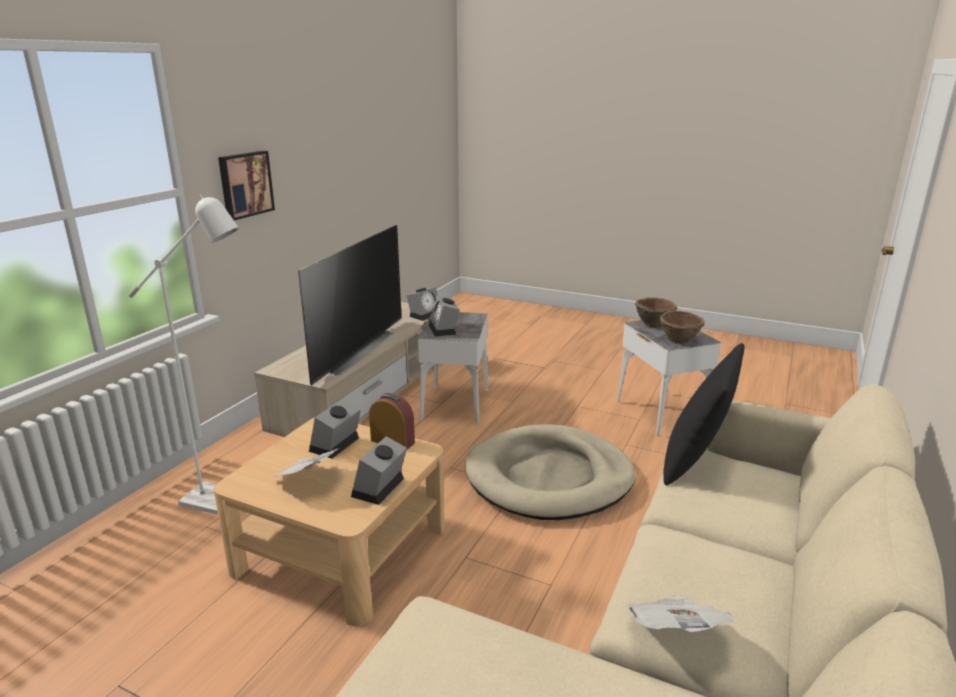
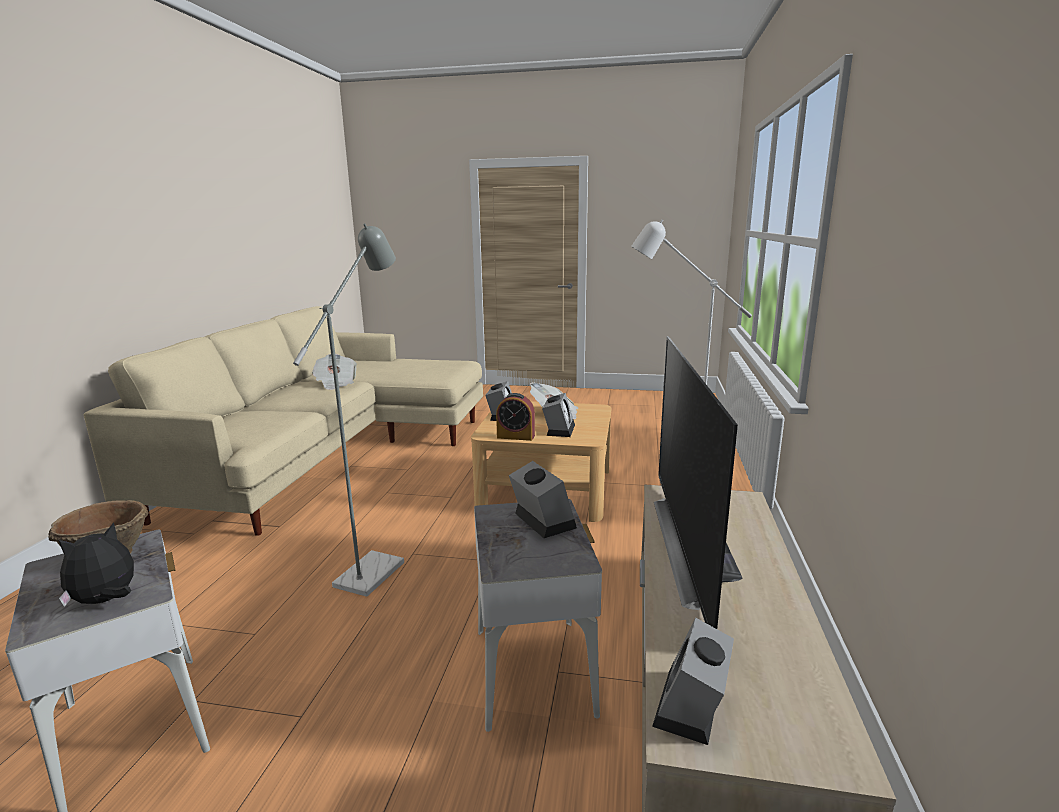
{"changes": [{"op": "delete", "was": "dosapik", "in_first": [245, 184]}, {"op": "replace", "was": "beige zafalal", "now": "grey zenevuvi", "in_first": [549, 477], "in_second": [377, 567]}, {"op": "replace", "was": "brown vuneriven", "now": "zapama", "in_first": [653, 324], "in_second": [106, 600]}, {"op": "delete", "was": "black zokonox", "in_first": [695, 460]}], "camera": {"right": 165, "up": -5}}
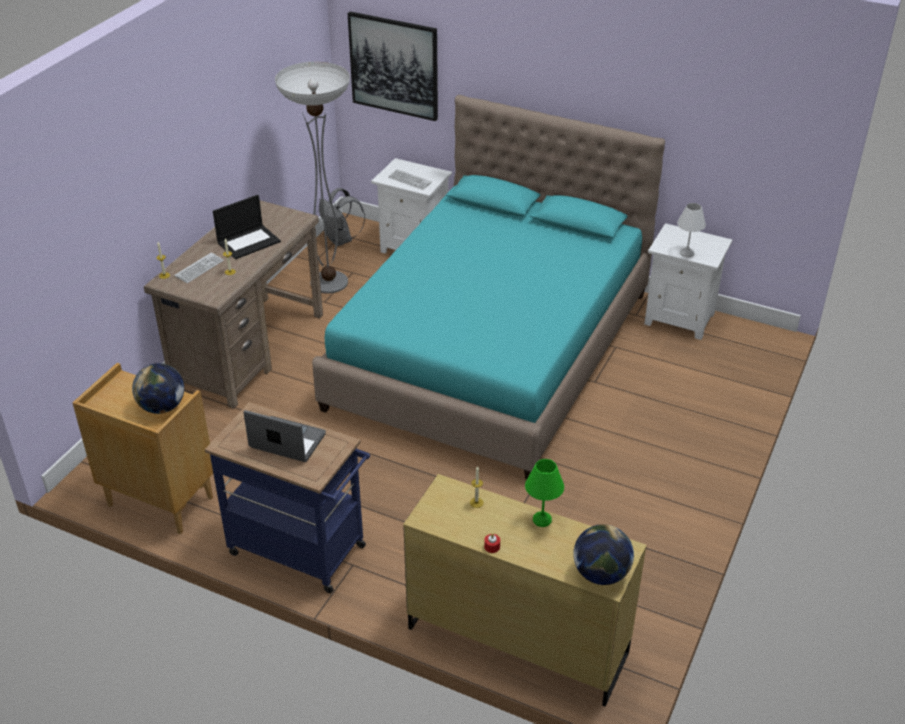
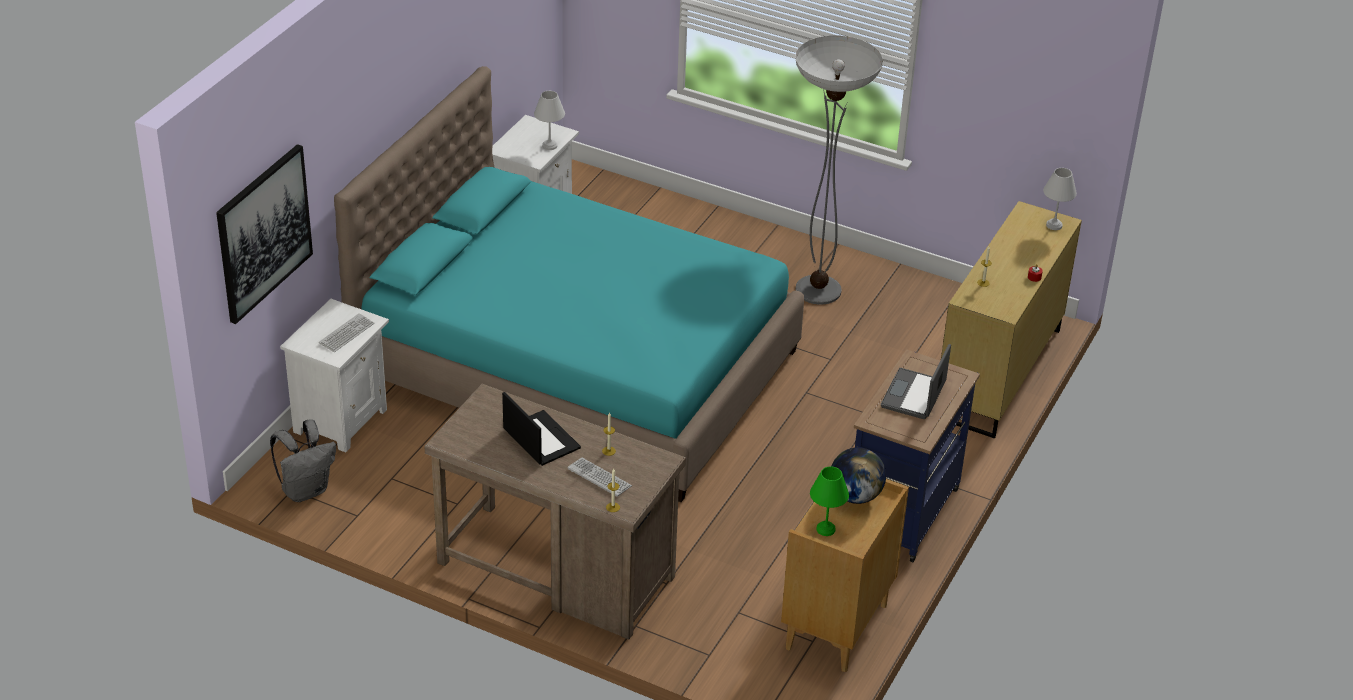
{"changes": [{"op": "move", "was": "zenevuvi", "in_first": [329, 282], "in_second": [818, 290]}, {"op": "move", "was": "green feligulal", "in_first": [541, 520], "in_second": [826, 530]}, {"op": "replace", "was": "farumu", "now": "white feligulal", "in_first": [601, 574], "in_second": [1055, 225]}], "camera": {"right": -90, "up": 0}}
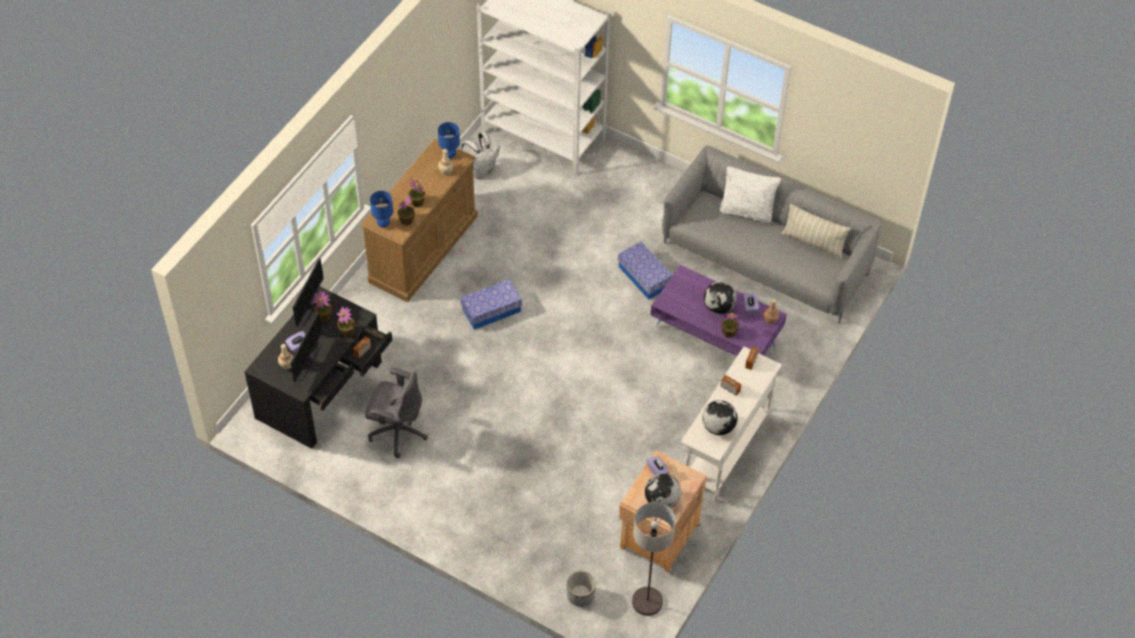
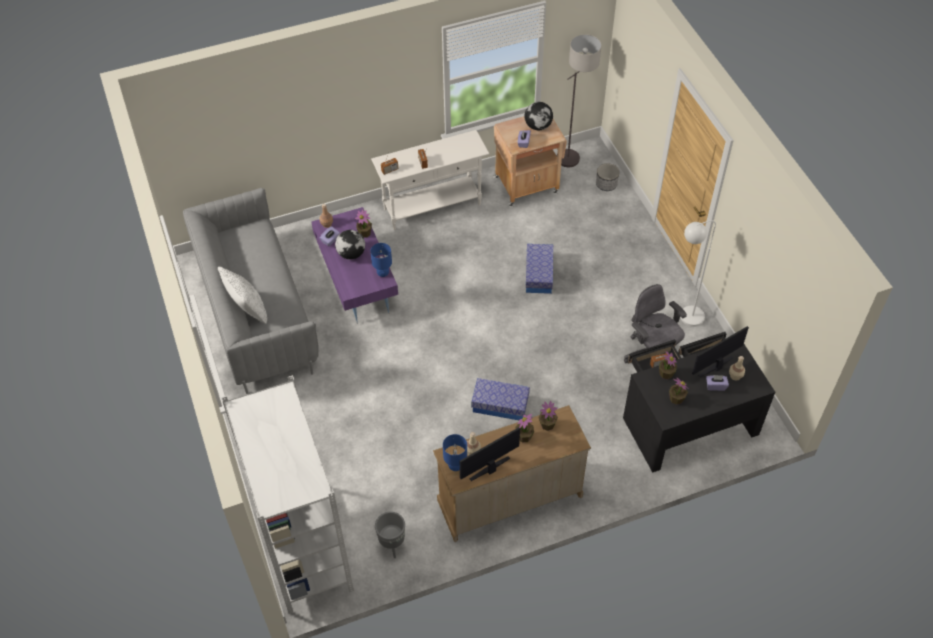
{"changes": [{"op": "move", "was": "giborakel", "in_first": [309, 308], "in_second": [490, 469]}, {"op": "move", "was": "blue feligulal", "in_first": [383, 223], "in_second": [383, 274]}, {"op": "replace", "was": "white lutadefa", "now": "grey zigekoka", "in_first": [481, 171], "in_second": [392, 545]}, {"op": "move", "was": "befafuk", "in_first": [644, 277], "in_second": [539, 274]}, {"op": "delete", "was": "farumu", "in_first": [718, 427]}, {"op": "delete", "was": "zokonox", "in_first": [813, 242]}, {"op": "insert", "now": "white zenevuvi", "in_second": [685, 319]}], "camera": {"right": -140, "up": 0}}
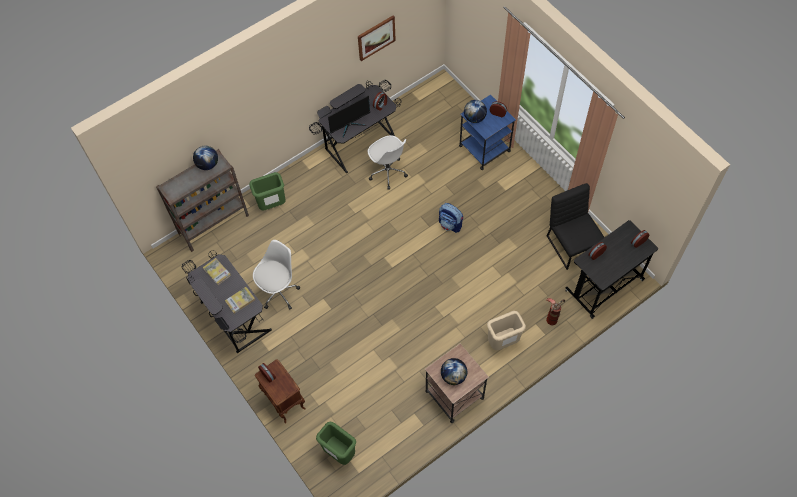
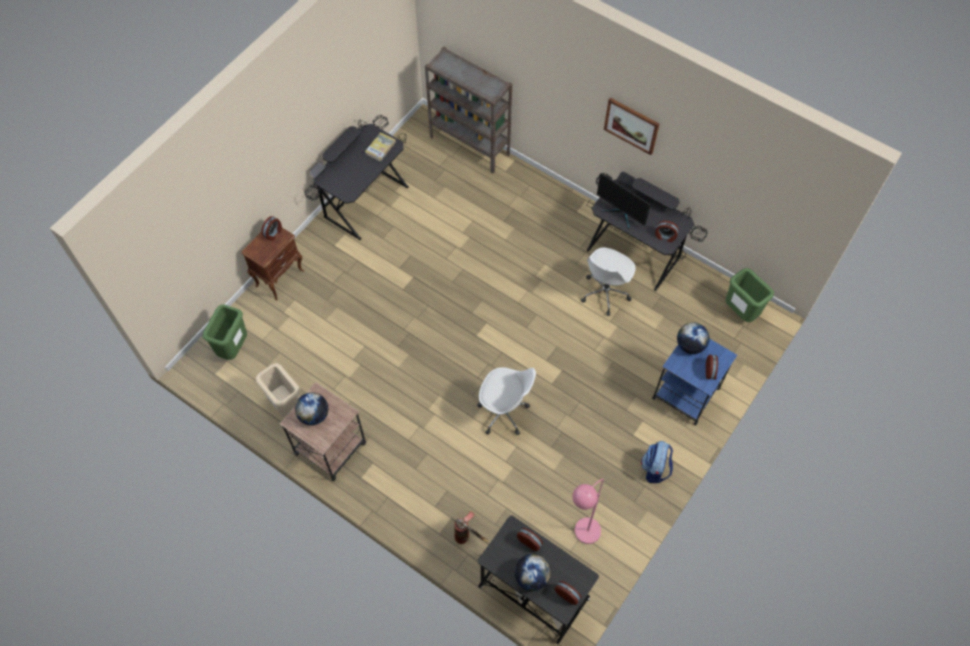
{"changes": [{"op": "move", "was": "farumu", "in_first": [208, 164], "in_second": [531, 577]}, {"op": "delete", "was": "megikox", "in_first": [240, 300]}, {"op": "move", "was": "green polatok", "in_first": [272, 205], "in_second": [739, 312]}, {"op": "move", "was": "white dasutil", "in_first": [280, 292], "in_second": [504, 414]}, {"op": "move", "was": "dosapik", "in_first": [376, 37], "in_second": [631, 125]}, {"op": "move", "was": "lutadefa", "in_first": [450, 224], "in_second": [655, 469]}, {"op": "move", "was": "beige polatok", "in_first": [503, 342], "in_second": [286, 406]}, {"op": "replace", "was": "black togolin", "now": "pink zenevuvi", "in_first": [571, 244], "in_second": [581, 536]}], "camera": {"right": 70, "up": 0}}
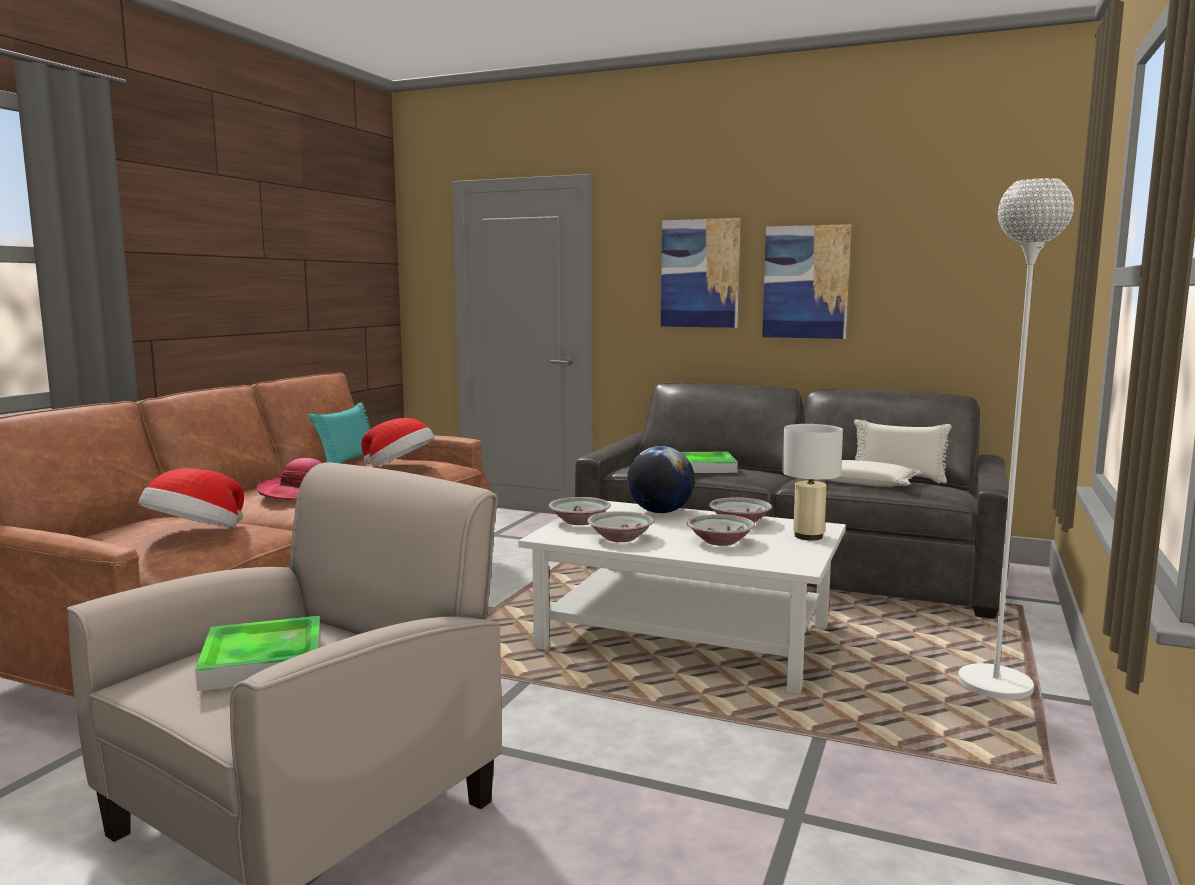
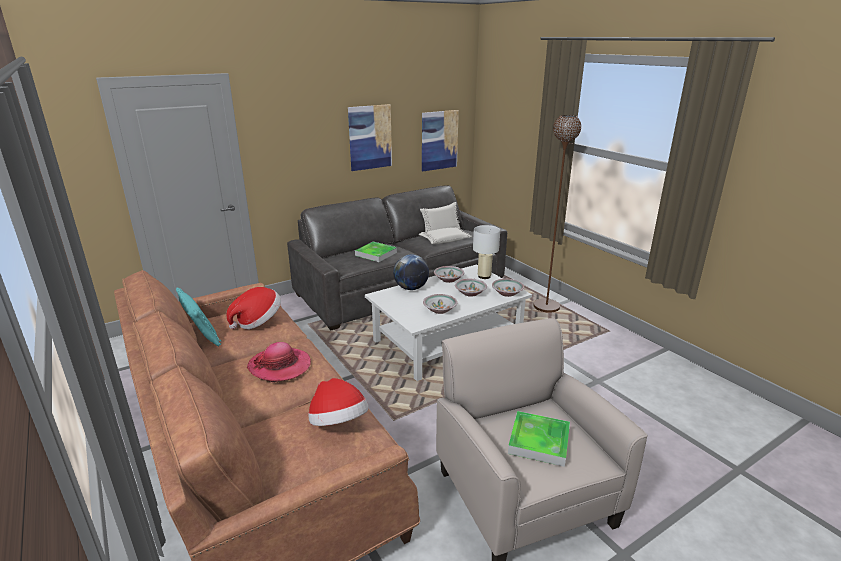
{"changes": [{"op": "move", "was": "vuneriven", "in_first": [580, 521], "in_second": [507, 293]}, {"op": "move", "was": "dosapik", "in_first": [700, 273], "in_second": [439, 140]}, {"op": "recolor", "was": "white zenevuvi", "now": "brown zenevuvi", "in_first": [996, 685], "in_second": [546, 307]}], "camera": {"right": -55, "up": 15}}
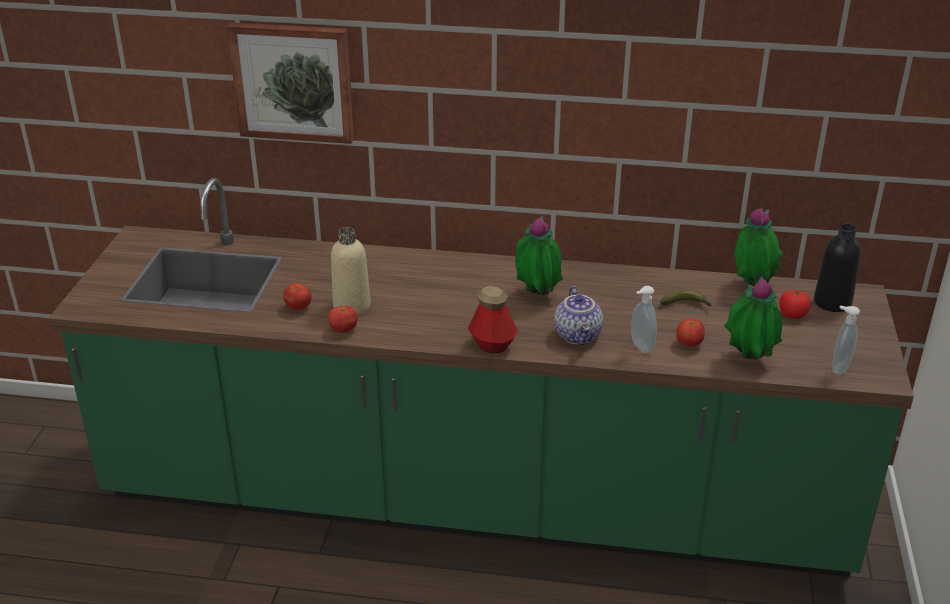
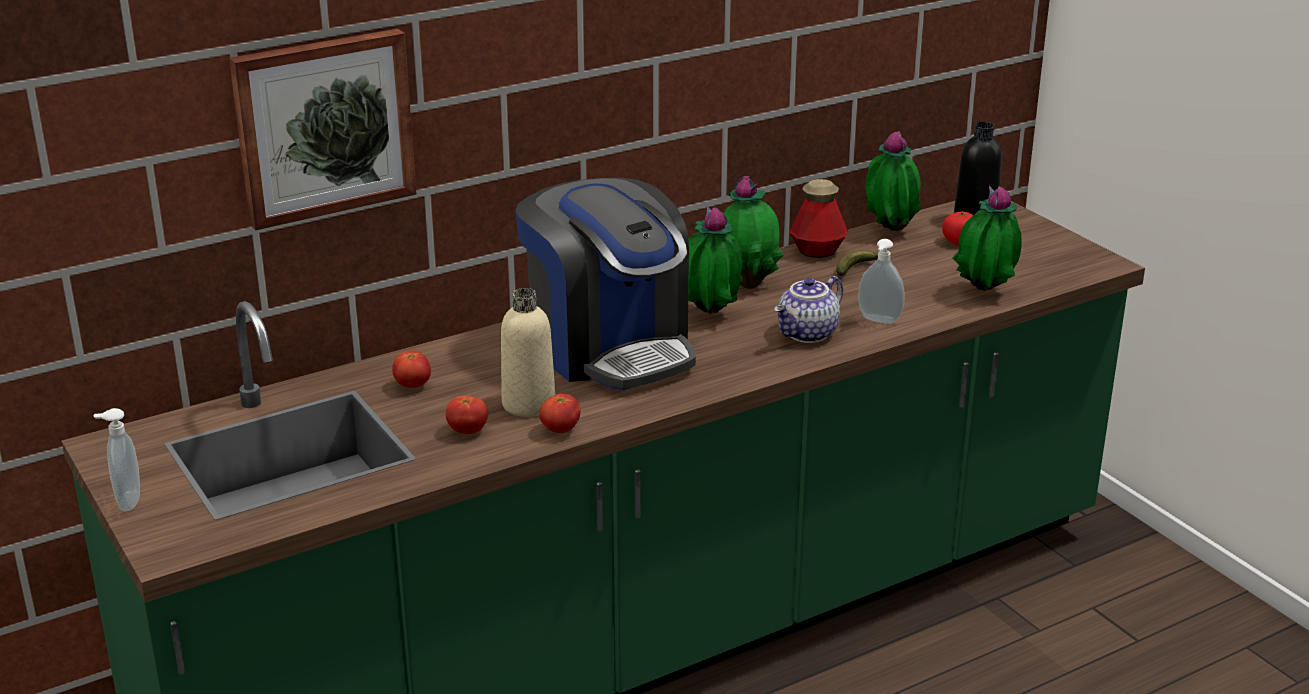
{"changes": [{"op": "move", "was": "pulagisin", "in_first": [492, 345], "in_second": [817, 251]}, {"op": "rotate", "was": "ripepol", "in_first": [579, 336], "in_second": [808, 334], "clockwise": 90}, {"op": "move", "was": "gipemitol", "in_first": [689, 344], "in_second": [412, 385]}, {"op": "move", "was": "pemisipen", "in_first": [838, 367], "in_second": [126, 501]}, {"op": "insert", "now": "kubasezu", "in_second": [610, 347]}, {"op": "insert", "now": "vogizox", "in_second": [748, 284]}], "camera": {"right": -40, "up": -5}}
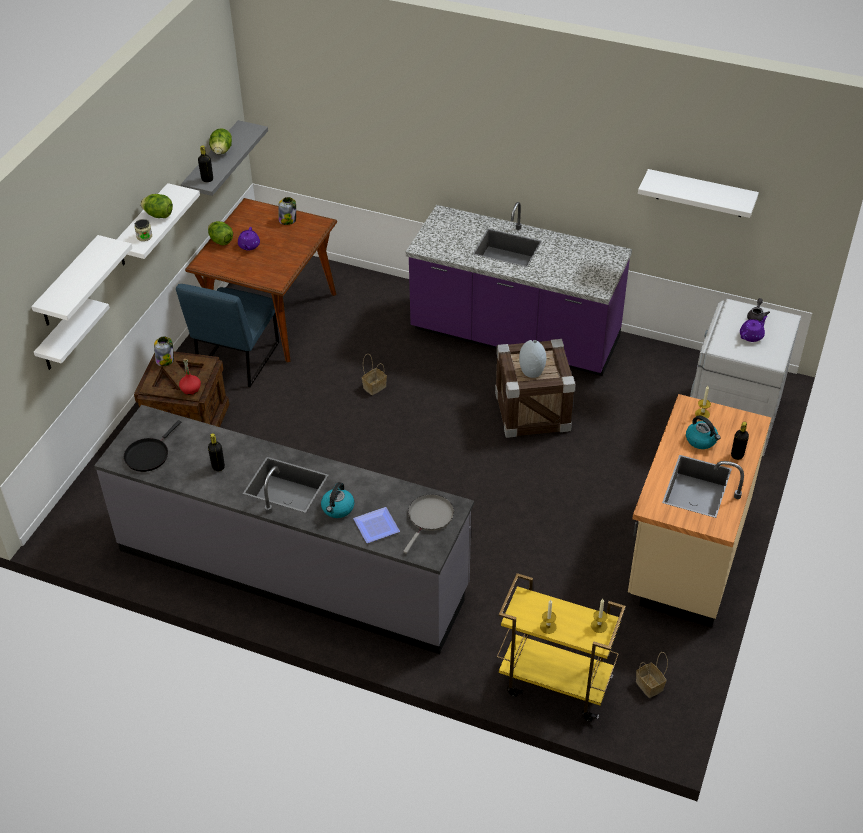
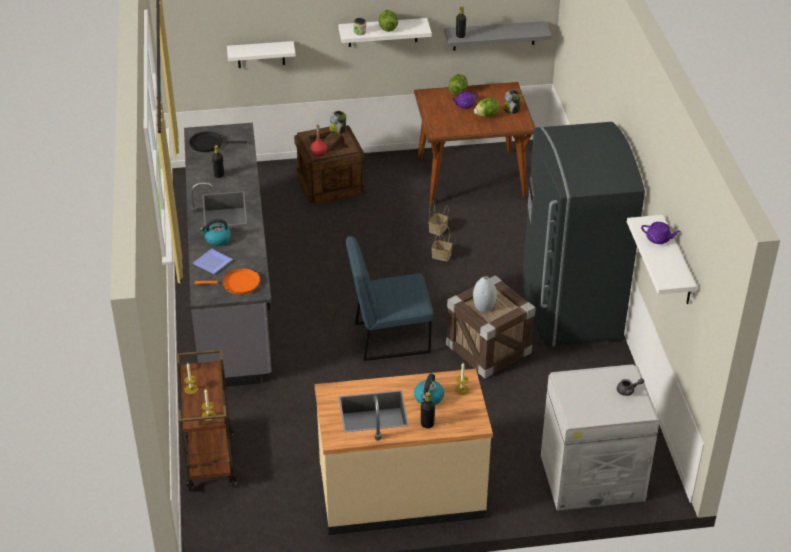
{"changes": [{"op": "delete", "was": "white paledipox", "in_first": [69, 283]}, {"op": "move", "was": "blue togolin", "in_first": [236, 359], "in_second": [389, 337]}, {"op": "move", "was": "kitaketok", "in_first": [221, 151], "in_second": [486, 115]}, {"op": "recolor", "was": "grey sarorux", "now": "orange sarorux", "in_first": [429, 518], "in_second": [238, 284]}, {"op": "replace", "was": "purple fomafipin", "now": "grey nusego", "in_first": [514, 336], "in_second": [568, 307]}, {"op": "recolor", "was": "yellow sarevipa", "now": "brown sarevipa", "in_first": [554, 685], "in_second": [210, 460]}, {"op": "move", "was": "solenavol", "in_first": [650, 686], "in_second": [438, 230]}, {"op": "move", "was": "purple ripepol", "in_first": [751, 336], "in_second": [658, 239]}], "camera": {"right": 60, "up": -5}}
